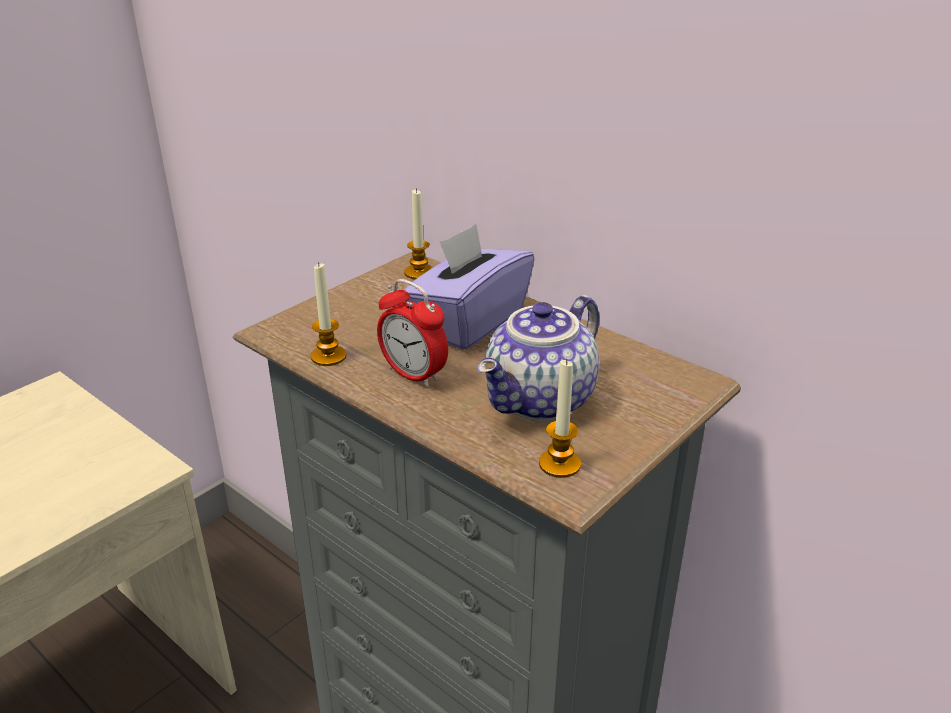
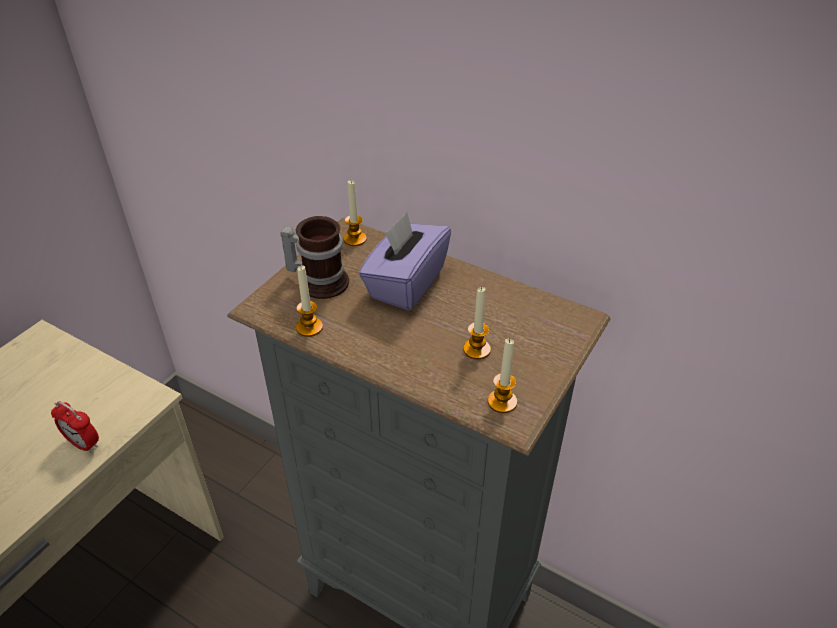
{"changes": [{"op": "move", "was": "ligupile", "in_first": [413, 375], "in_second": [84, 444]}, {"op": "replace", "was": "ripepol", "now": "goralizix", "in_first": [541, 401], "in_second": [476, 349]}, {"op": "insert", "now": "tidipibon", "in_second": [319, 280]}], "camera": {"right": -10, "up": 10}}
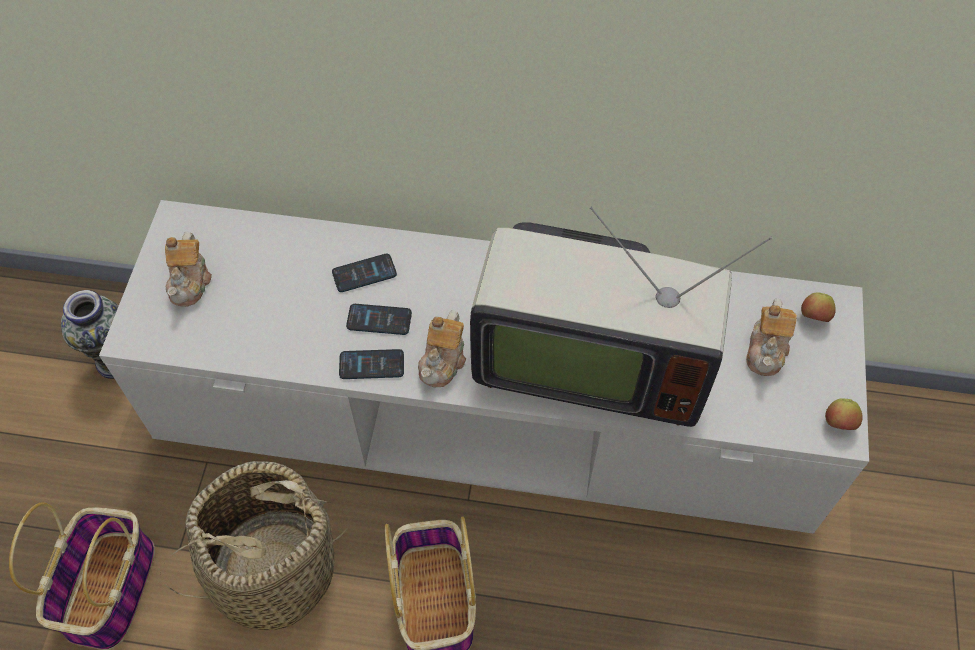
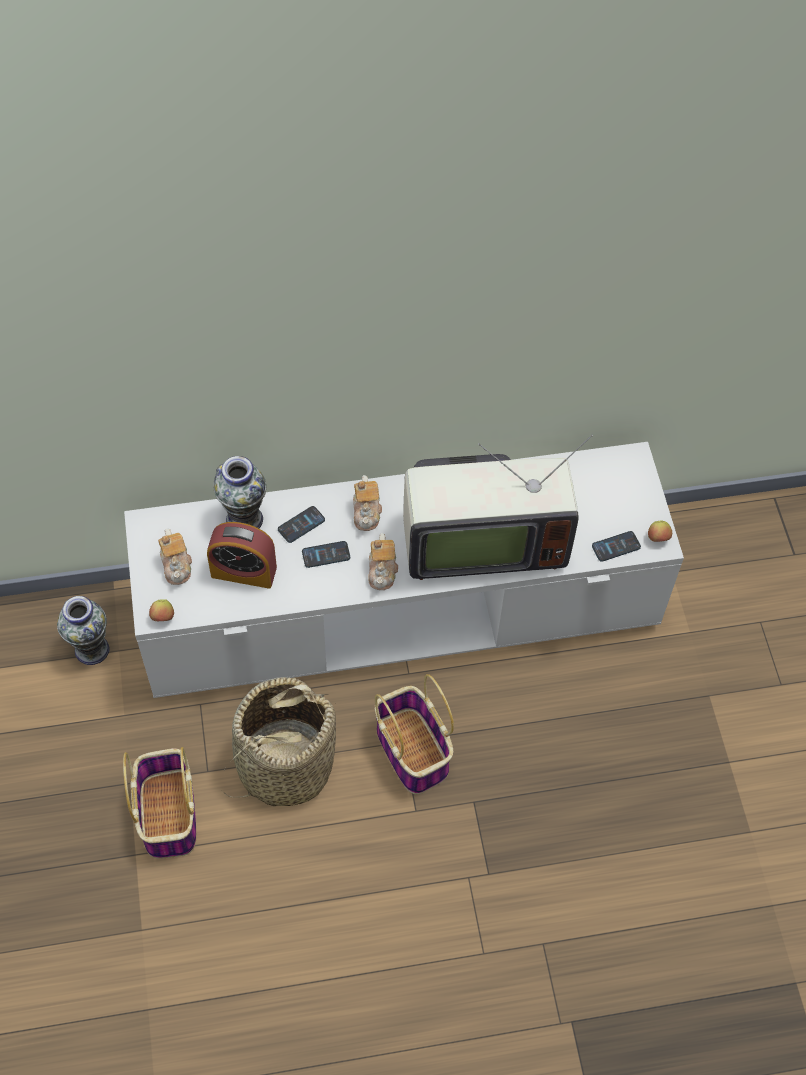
{"changes": [{"op": "move", "was": "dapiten", "in_first": [371, 365], "in_second": [616, 546]}, {"op": "move", "was": "ripepol", "in_first": [767, 350], "in_second": [367, 512]}, {"op": "move", "was": "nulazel", "in_first": [814, 317], "in_second": [163, 617]}, {"op": "insert", "now": "ligupile", "in_second": [243, 571]}, {"op": "insert", "now": "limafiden", "in_second": [244, 519]}], "camera": {"right": -20, "up": 0}}
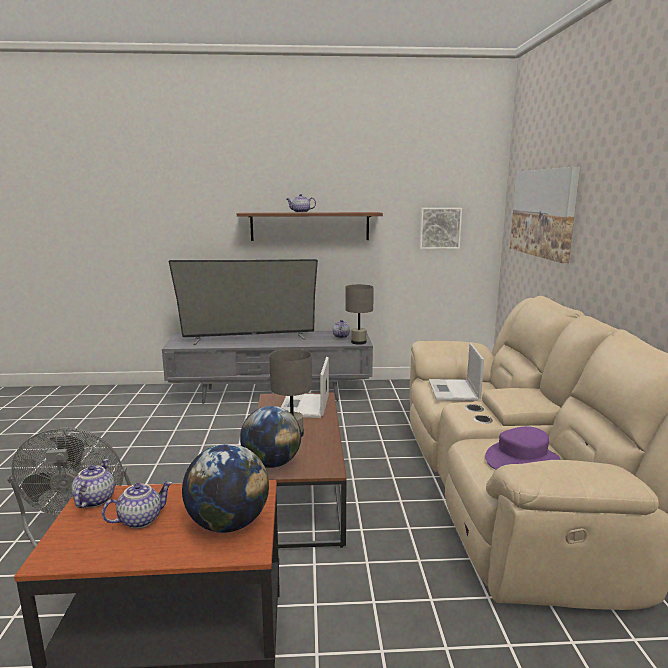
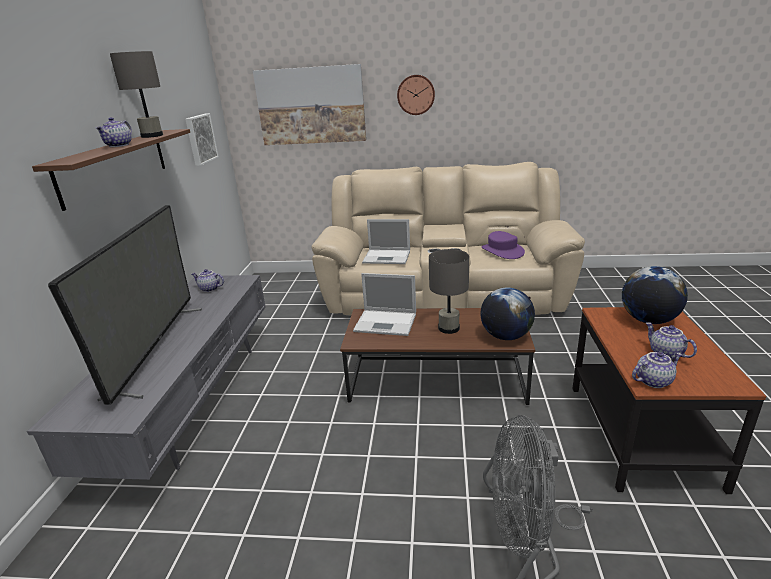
{"changes": [{"op": "rotate", "was": "ripepol", "in_first": [94, 500], "in_second": [653, 380], "clockwise": 150}, {"op": "move", "was": "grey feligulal", "in_first": [358, 342], "in_second": [151, 136]}, {"op": "insert", "now": "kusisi", "in_second": [416, 94]}], "camera": {"right": -80, "up": 10}}
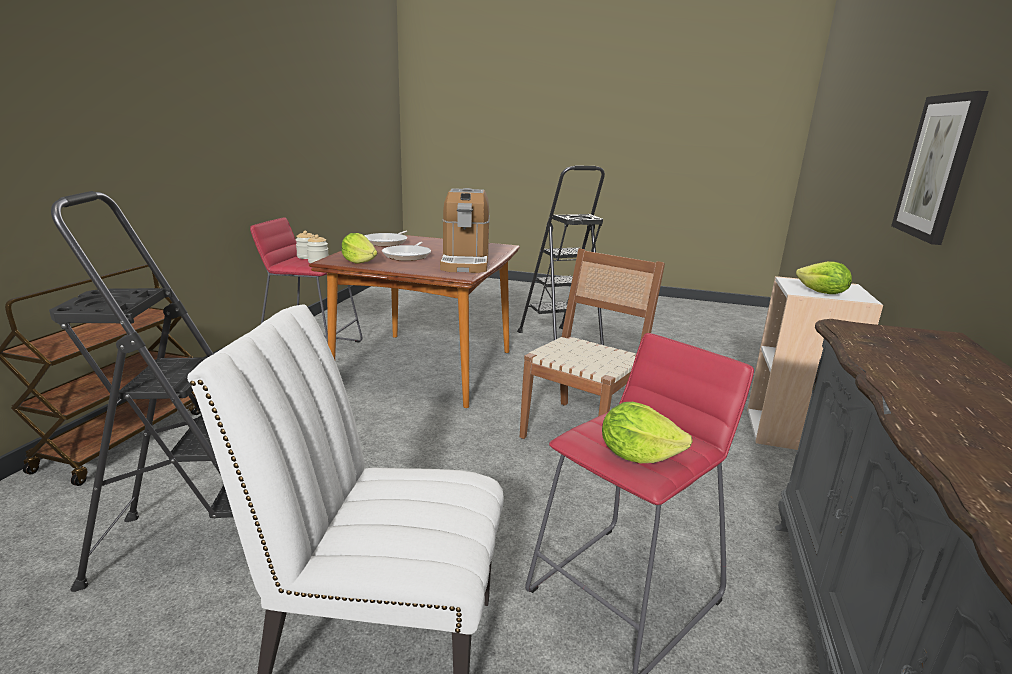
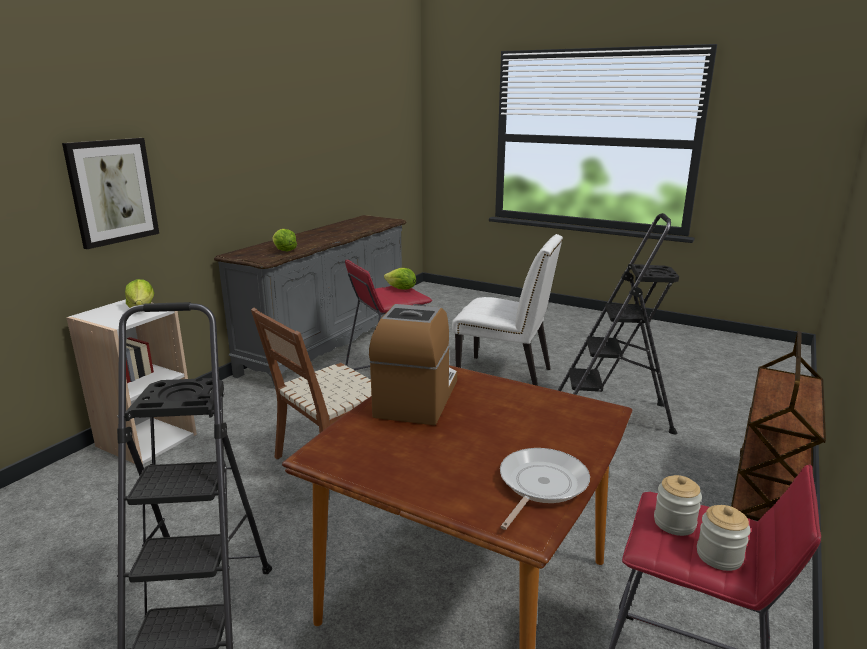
{"changes": [{"op": "move", "was": "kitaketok", "in_first": [359, 262], "in_second": [284, 251]}, {"op": "delete", "was": "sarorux", "in_first": [408, 256]}], "camera": {"right": -165, "up": 0}}
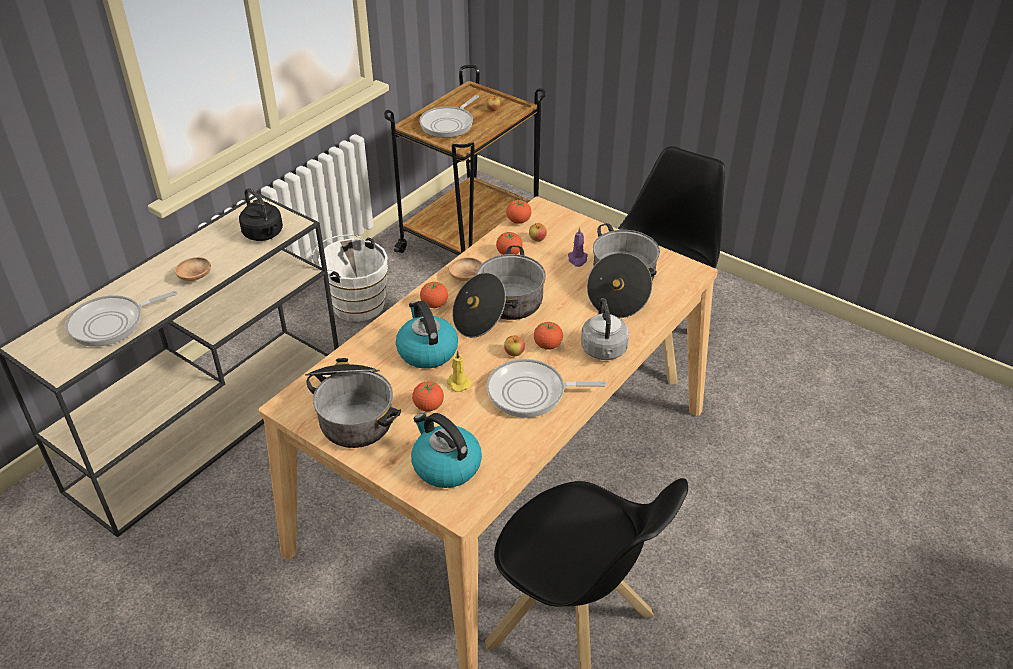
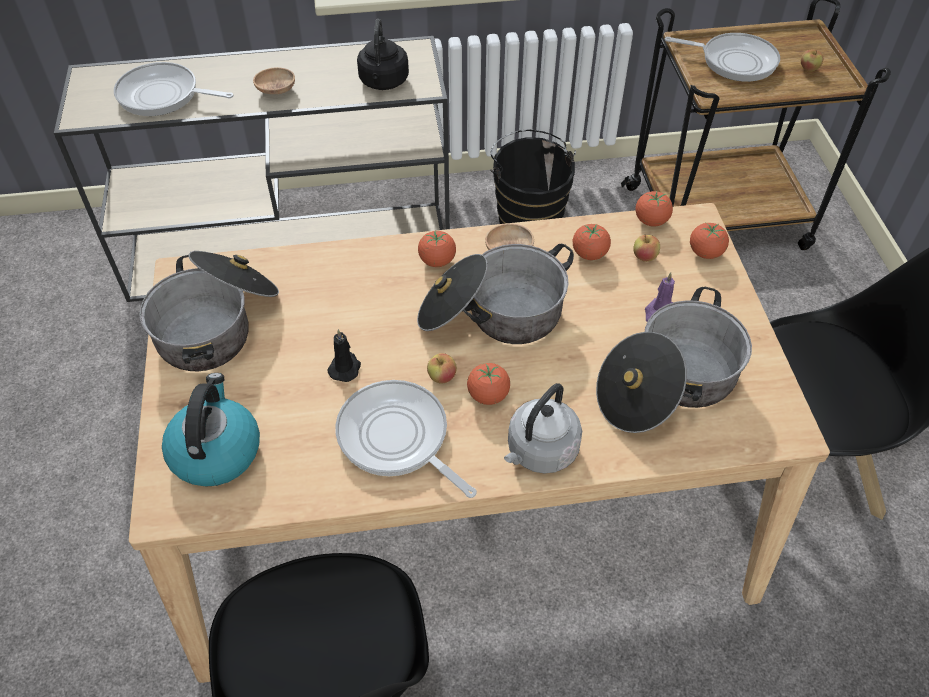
{"changes": [{"op": "recolor", "was": "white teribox", "now": "black teribox", "in_first": [355, 303], "in_second": [528, 216]}, {"op": "delete", "was": "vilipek", "in_first": [426, 351]}, {"op": "move", "was": "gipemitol", "in_first": [428, 406], "in_second": [705, 253]}, {"op": "rotate", "was": "sarorux", "in_first": [449, 124], "in_second": [733, 61], "clockwise": -150}, {"op": "recolor", "was": "yellow goralizix", "now": "black goralizix", "in_first": [458, 383], "in_second": [345, 367]}], "camera": {"right": 45, "up": 10}}
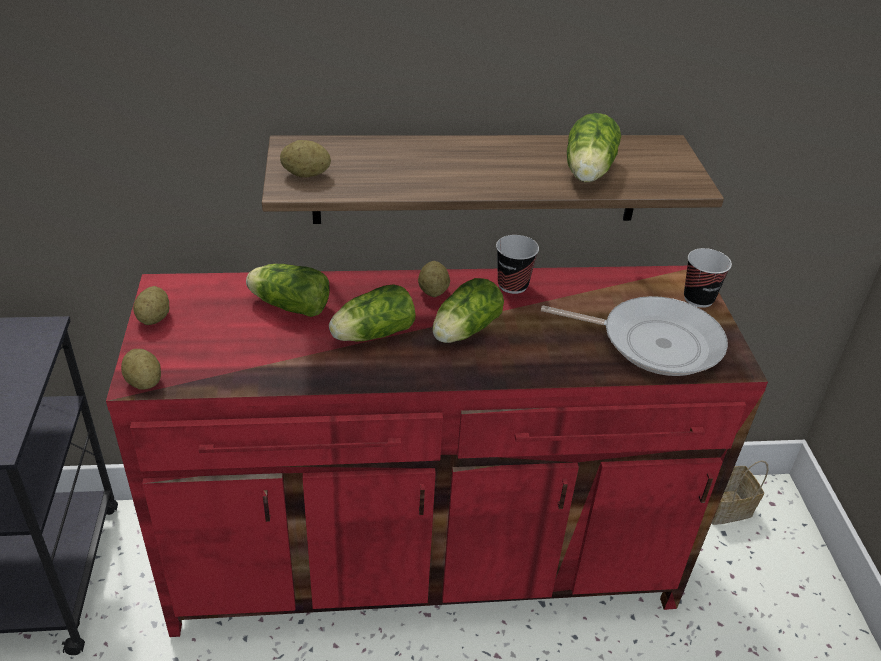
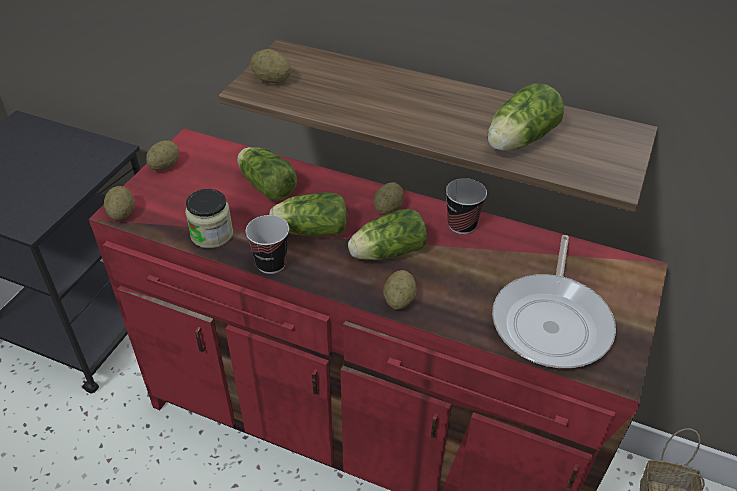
{"changes": [{"op": "rotate", "was": "sarorux", "in_first": [654, 342], "in_second": [552, 322], "clockwise": 60}, {"op": "move", "was": "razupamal", "in_first": [698, 298], "in_second": [271, 263]}, {"op": "insert", "now": "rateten", "in_second": [212, 234]}, {"op": "insert", "now": "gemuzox", "in_second": [399, 300]}], "camera": {"right": 30, "up": 5}}
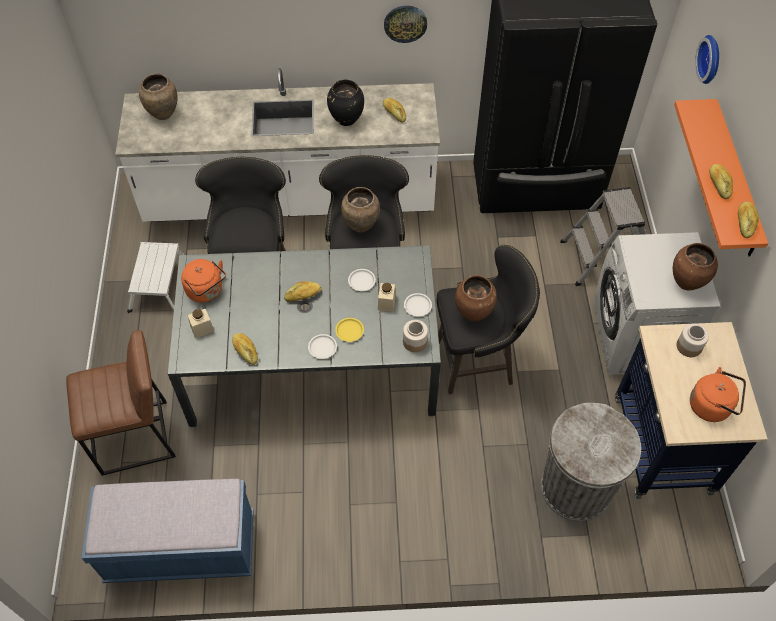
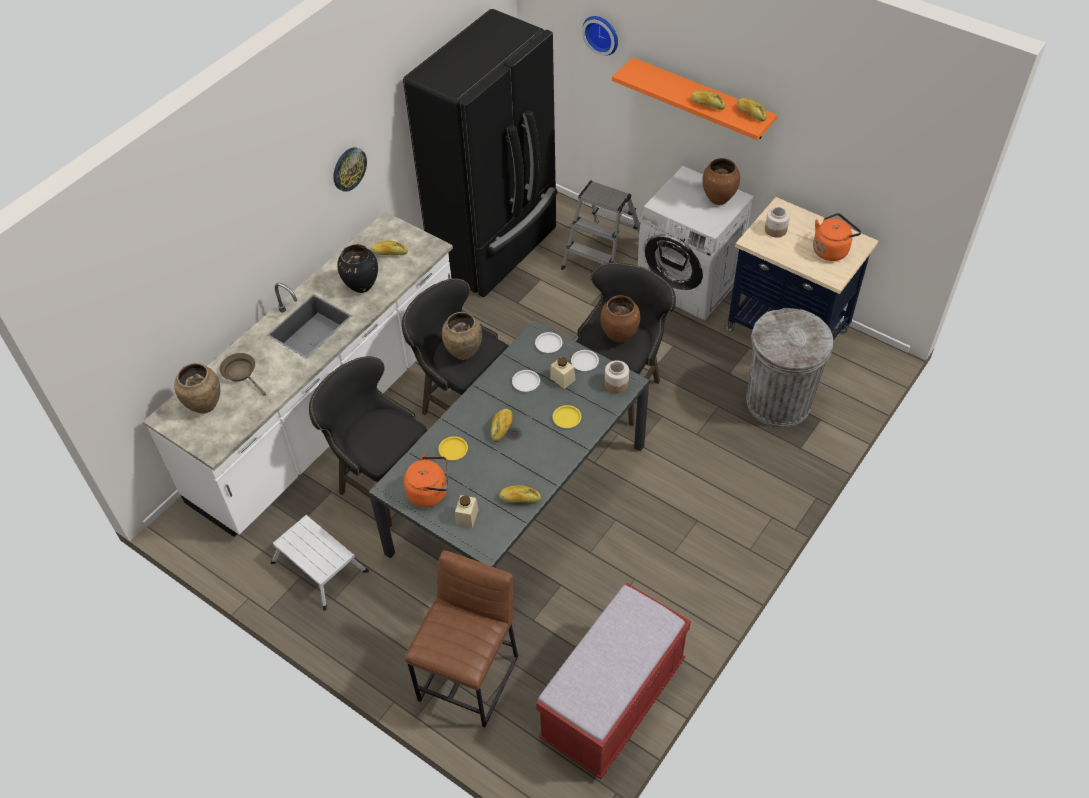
{"changes": [{"op": "recolor", "was": "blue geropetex", "now": "red geropetex", "in_first": [181, 548], "in_second": [613, 701]}, {"op": "move", "was": "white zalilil", "in_first": [322, 347], "in_second": [548, 344]}, {"op": "insert", "now": "brown sarorux", "in_second": [241, 373]}, {"op": "insert", "now": "yellow zalilil", "in_second": [453, 449]}], "camera": {"right": -50, "up": -5}}
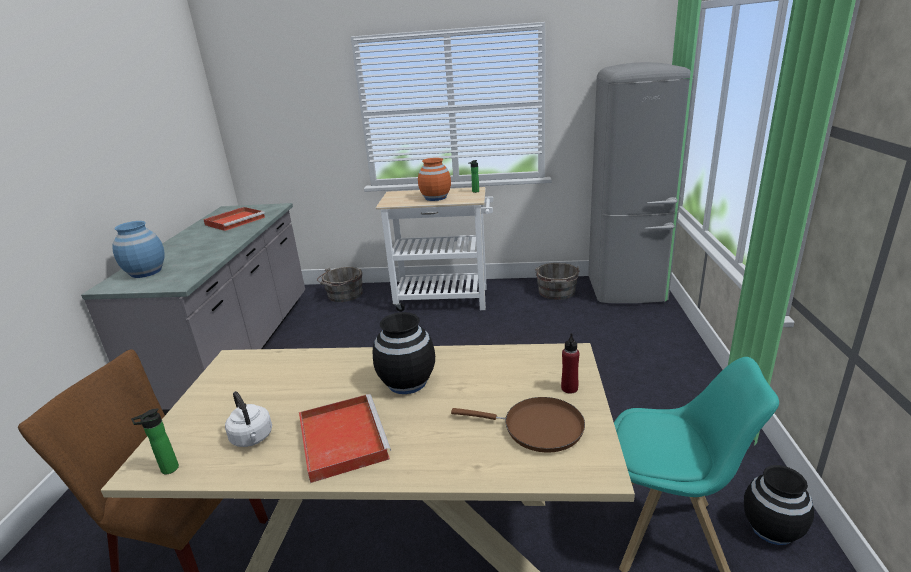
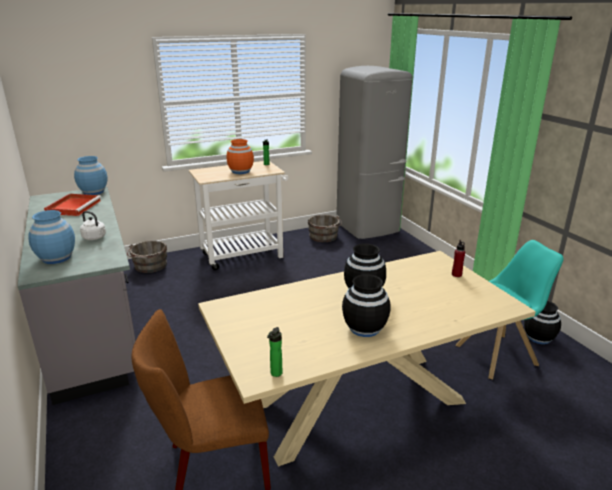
{"changes": [{"op": "move", "was": "white vilipek", "in_first": [253, 438], "in_second": [95, 238]}, {"op": "replace", "was": "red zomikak", "now": "black limafiden", "in_first": [342, 438], "in_second": [365, 328]}, {"op": "delete", "was": "brown sarorux", "in_first": [537, 428]}, {"op": "insert", "now": "blue limafiden", "in_second": [93, 192]}], "camera": {"right": -30, "up": 0}}
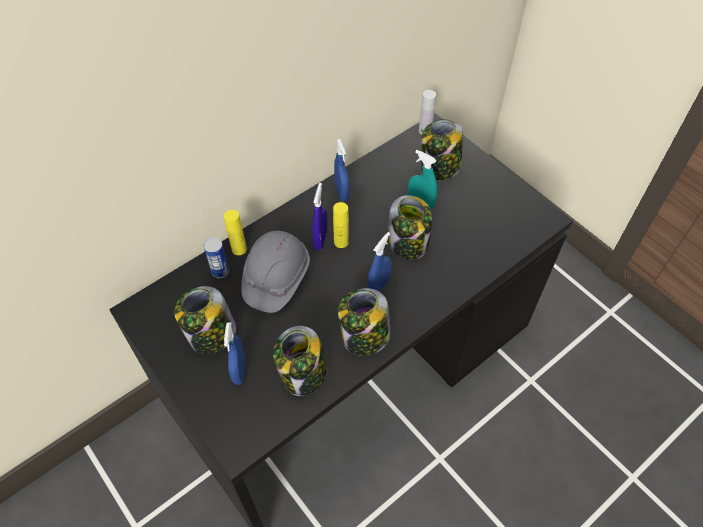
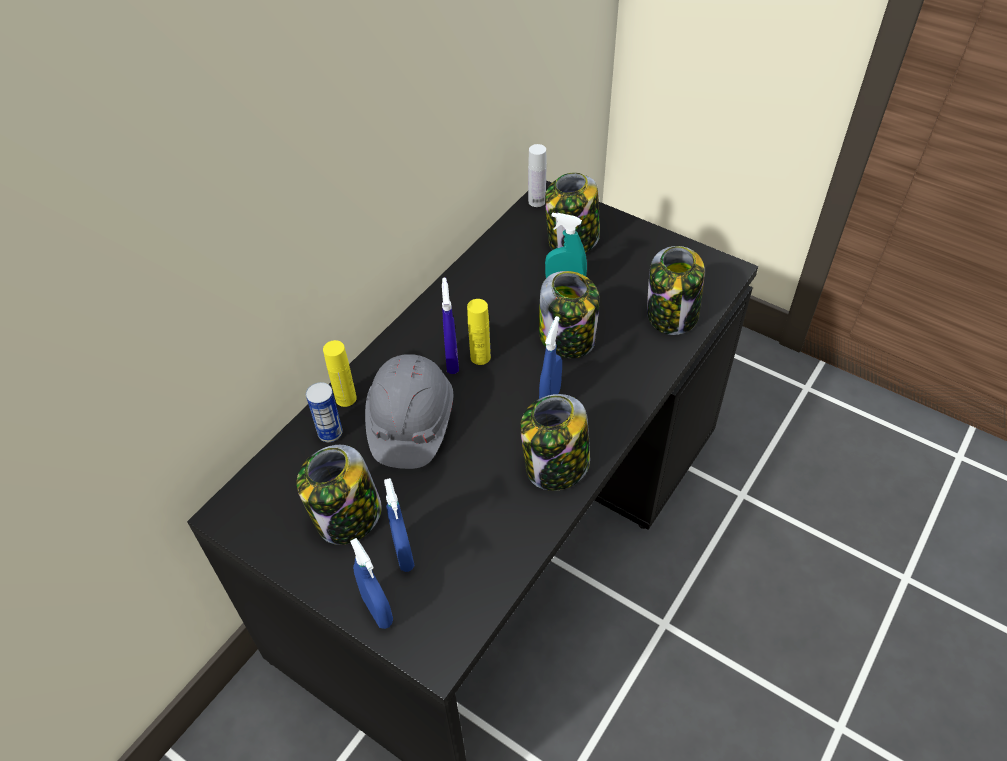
{"changes": [{"op": "move", "was": "rateten", "in_first": [303, 375], "in_second": [672, 315]}, {"op": "move", "was": "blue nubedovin", "in_first": [341, 193], "in_second": [377, 610]}], "camera": {"right": -15, "up": -5}}
